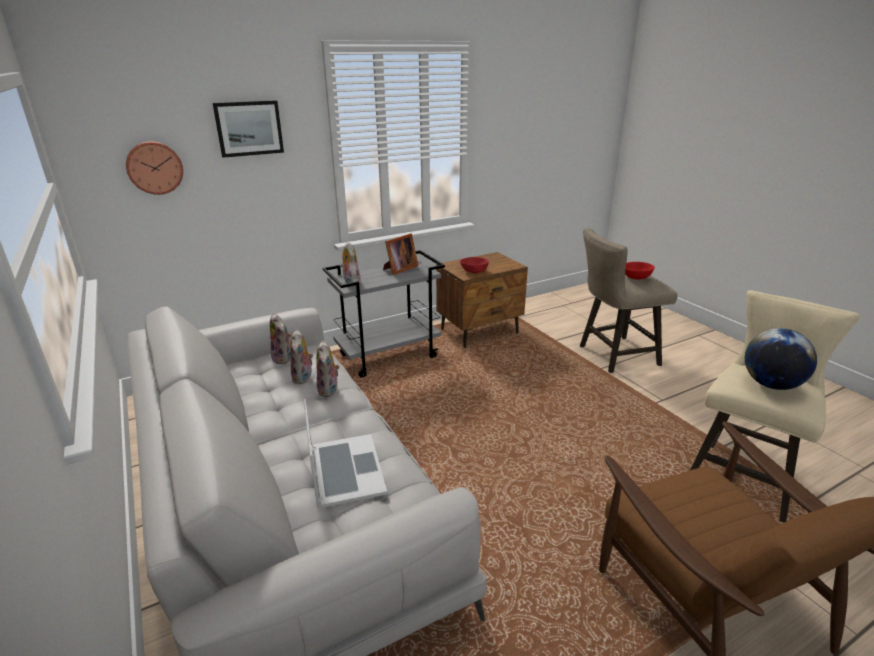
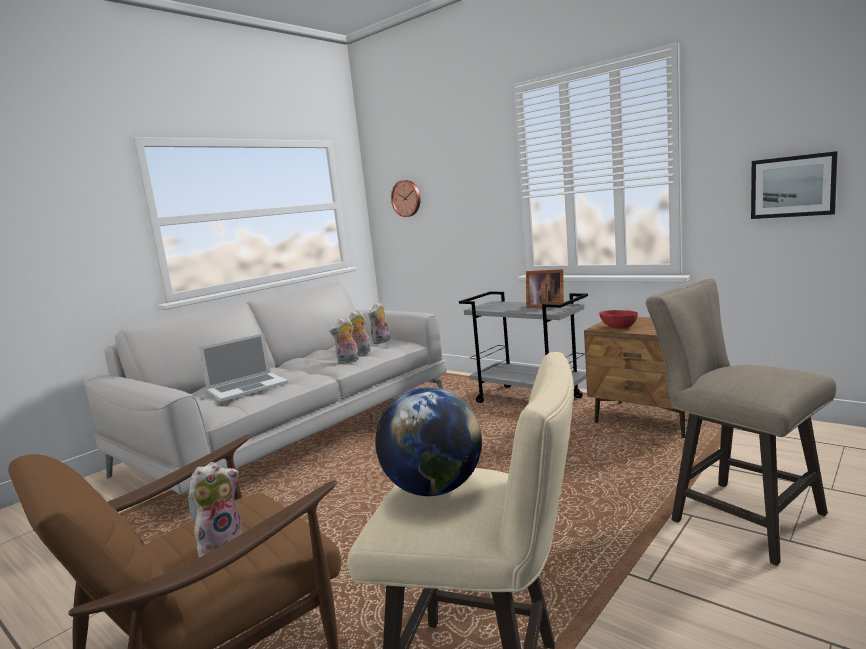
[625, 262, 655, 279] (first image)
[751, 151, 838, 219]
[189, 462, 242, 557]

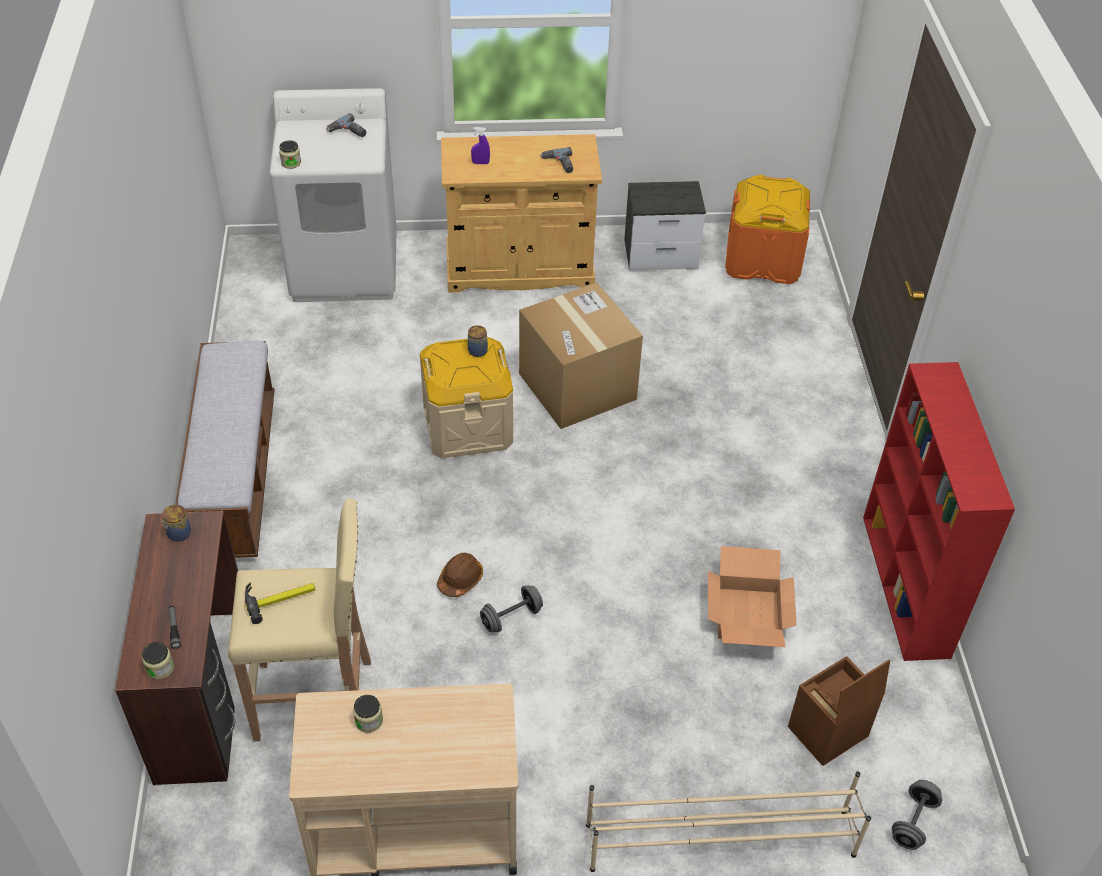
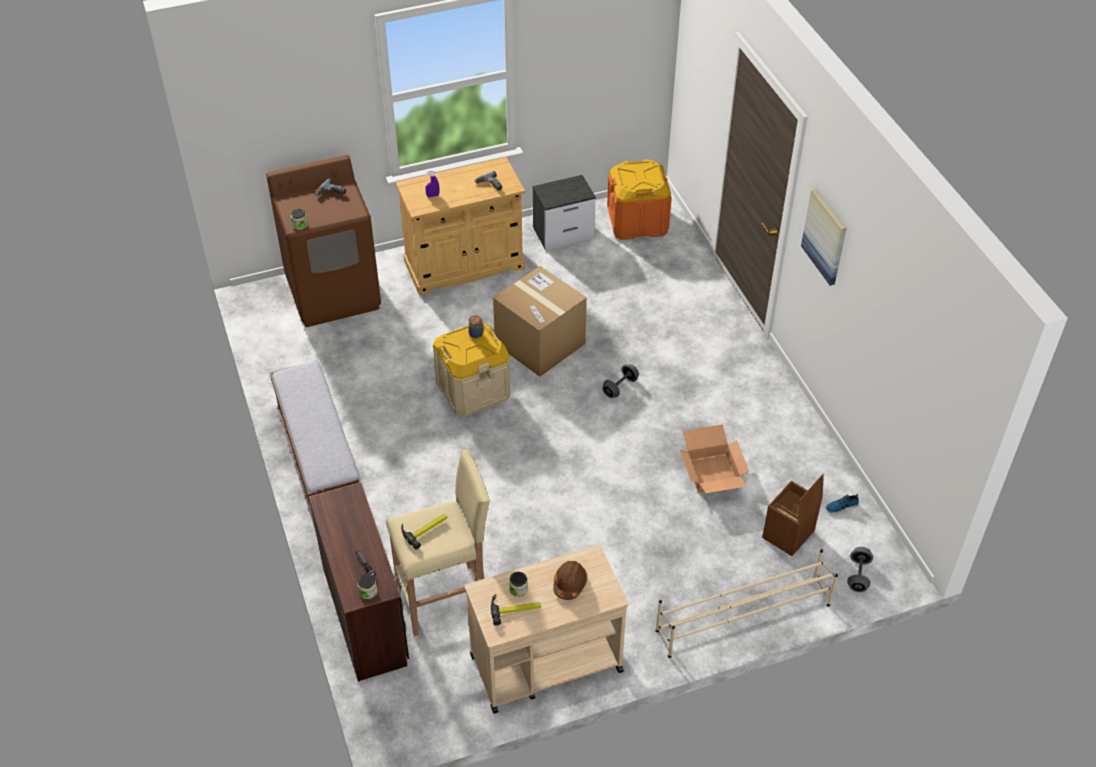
[162, 505, 191, 542] (first image)
[863, 362, 1015, 661] (first image)
[491, 594, 541, 626]
[801, 188, 846, 286]
[826, 494, 859, 513]
[553, 561, 588, 600]
[602, 364, 639, 398]
[266, 155, 381, 327]

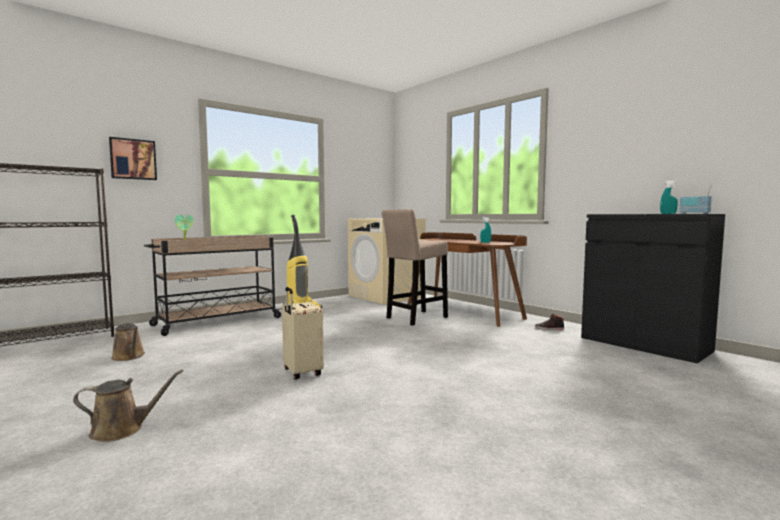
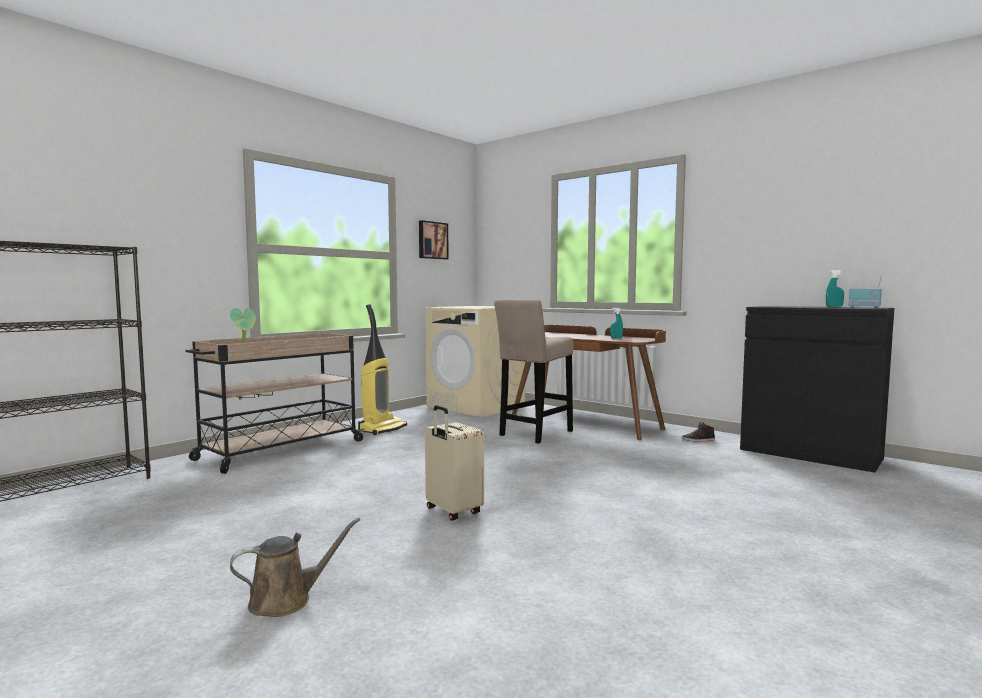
[111, 323, 145, 361] (first image)
[419, 220, 448, 260]

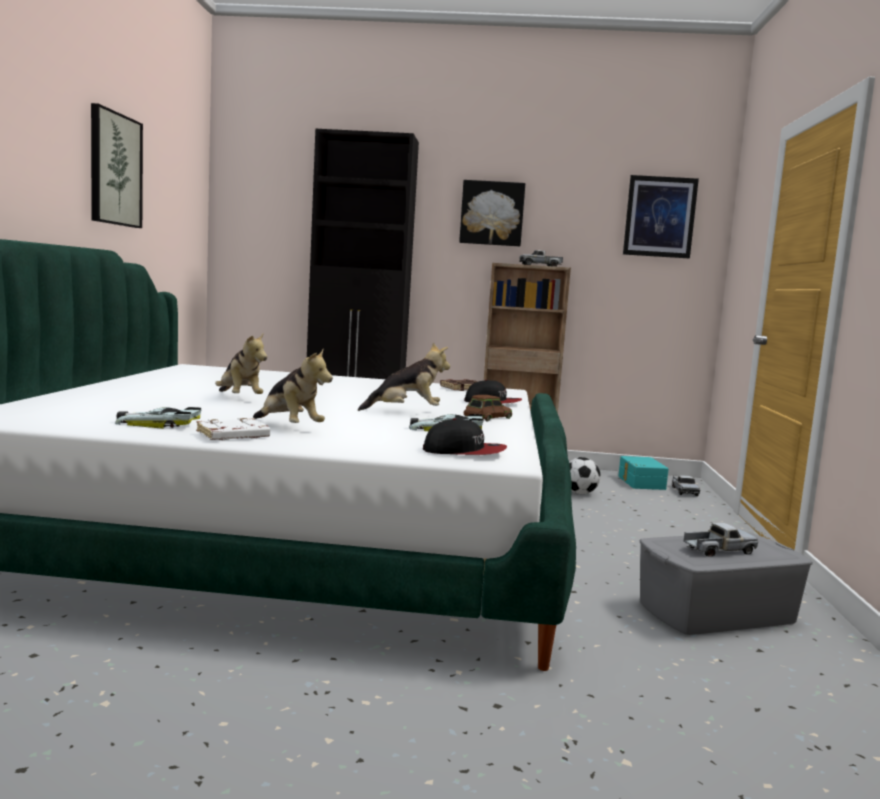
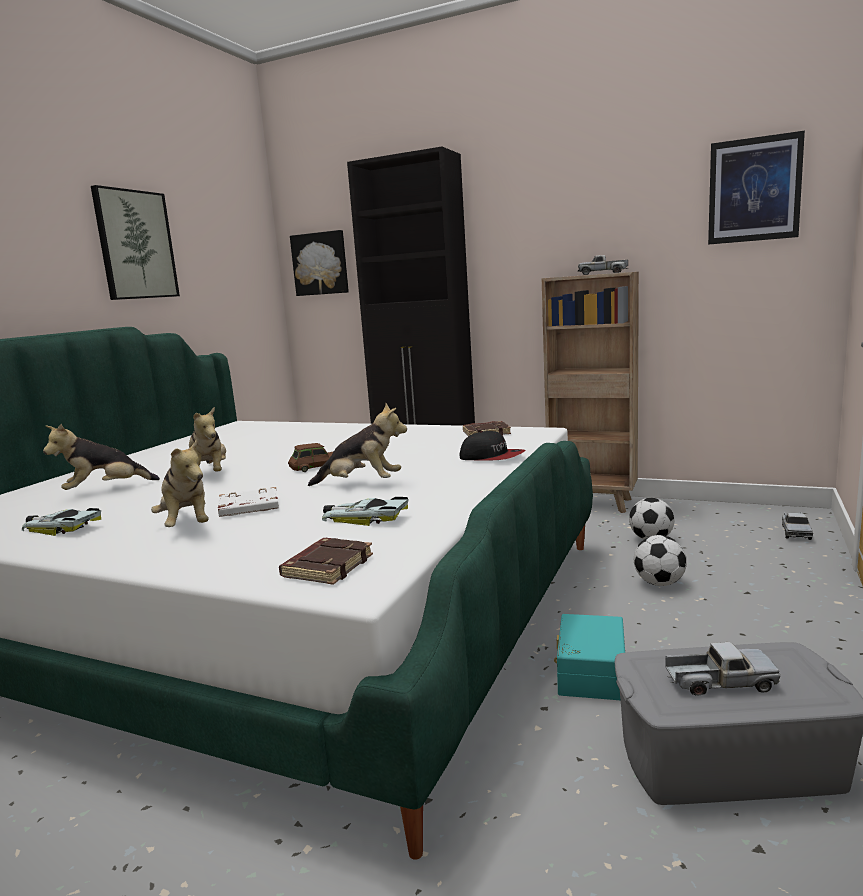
[43, 424, 160, 490]
[634, 535, 687, 586]
[218, 487, 279, 517]
[290, 230, 349, 296]
[288, 443, 333, 472]
[554, 614, 625, 700]
[279, 538, 373, 585]

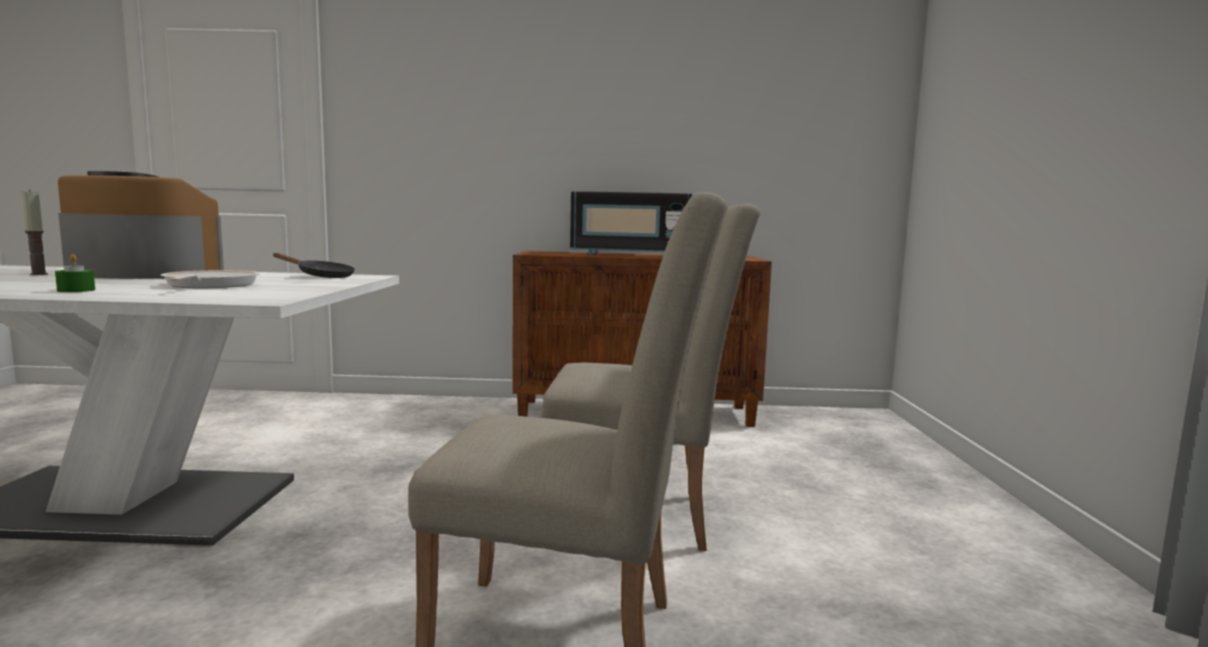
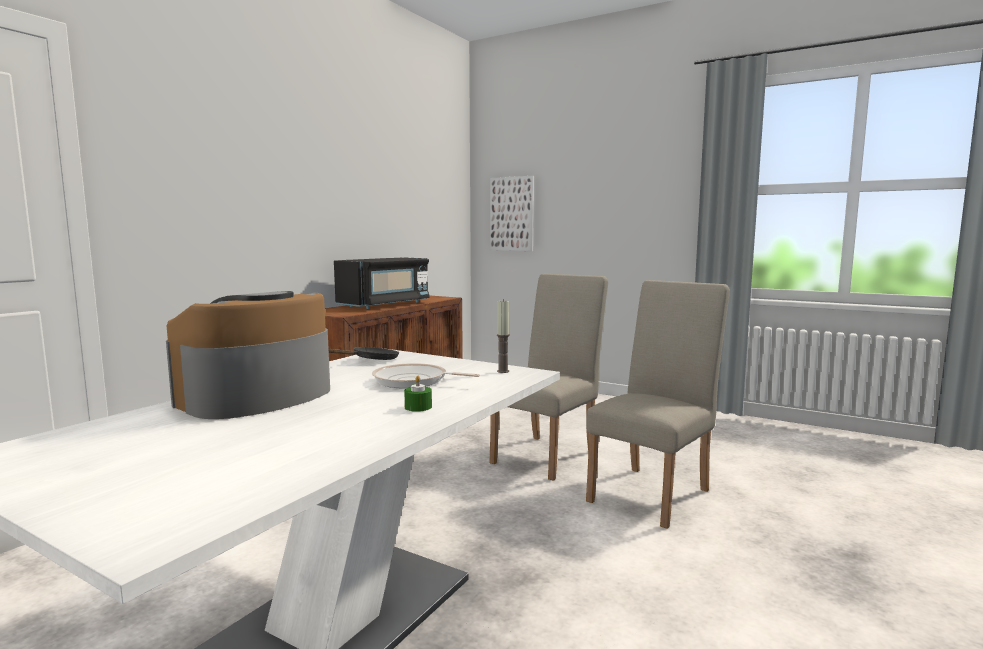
[490, 176, 534, 251]
[497, 299, 510, 373]

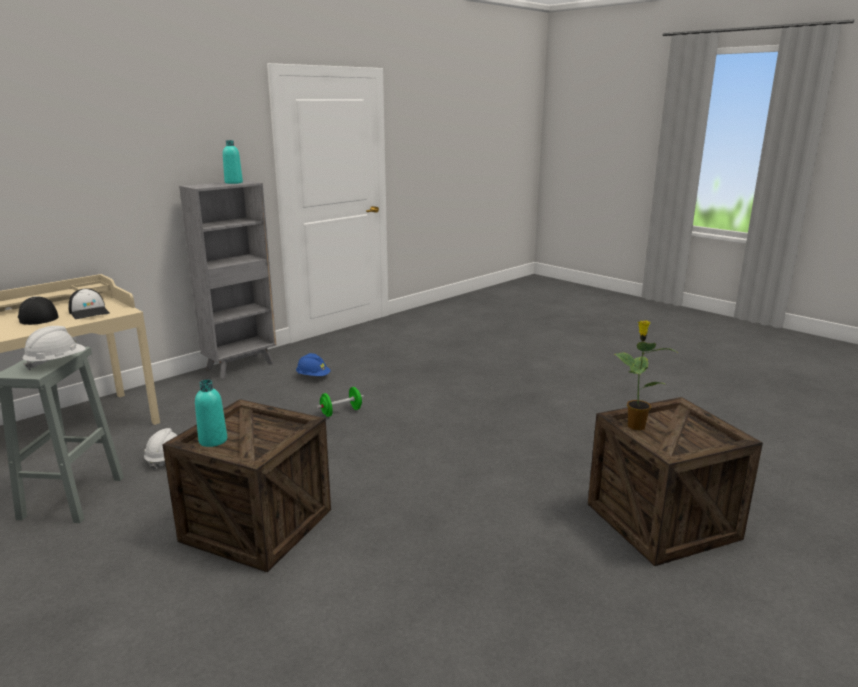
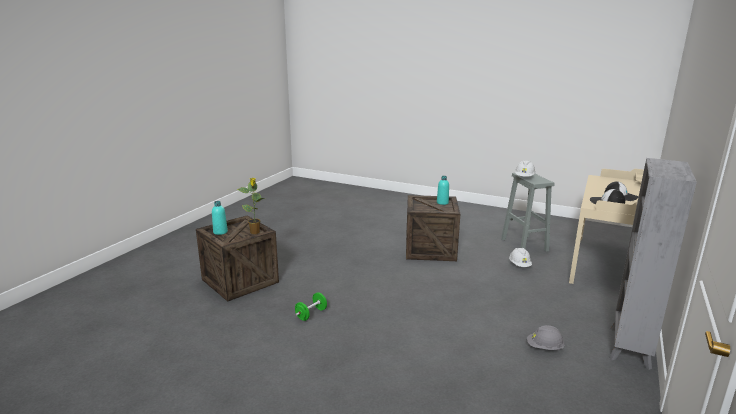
[212, 201, 228, 235]
[295, 292, 327, 321]
[527, 325, 565, 350]

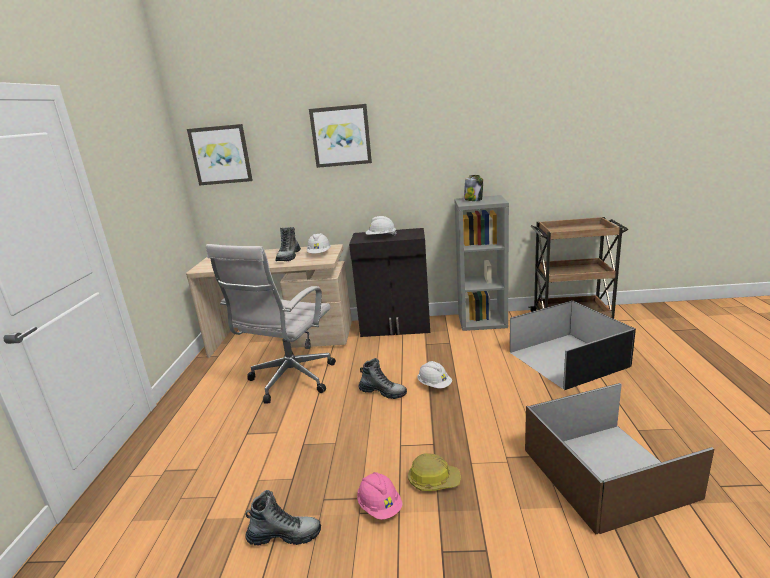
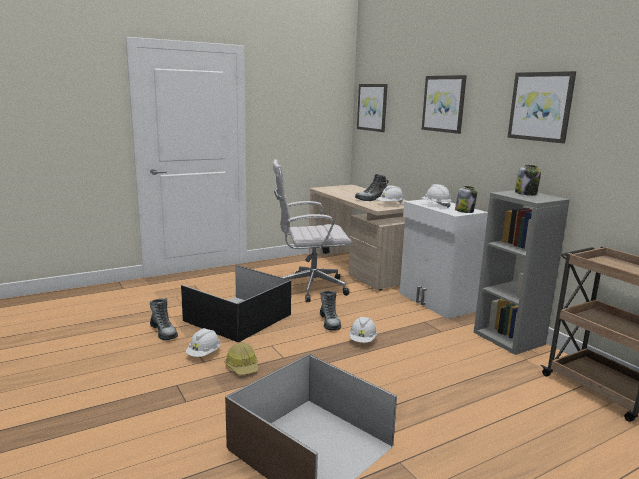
[455, 186, 477, 213]
[508, 71, 576, 144]
[181, 265, 291, 342]
[400, 199, 488, 319]
[186, 328, 220, 357]

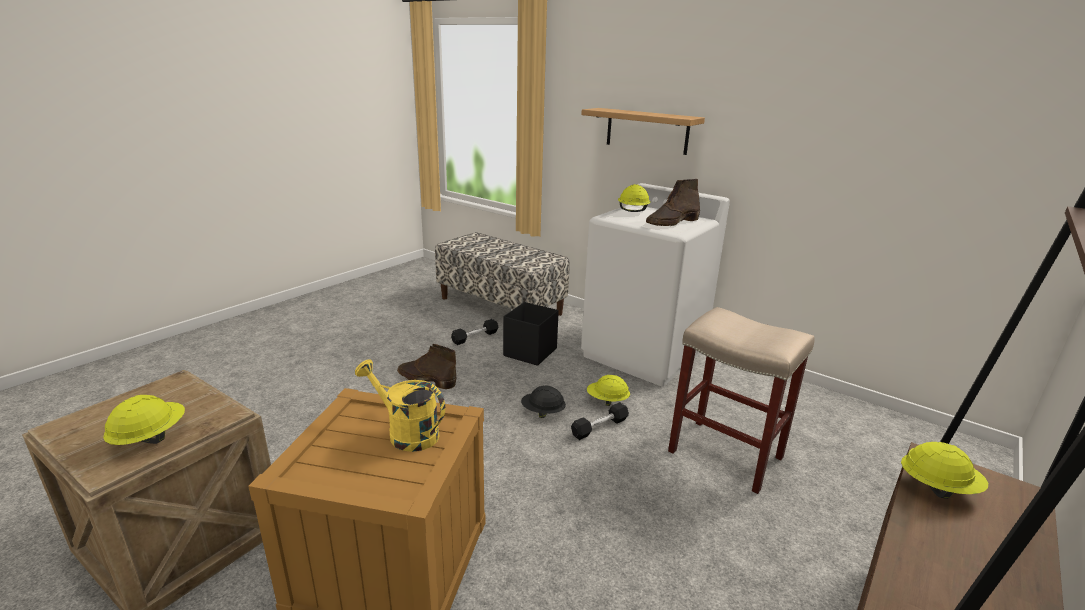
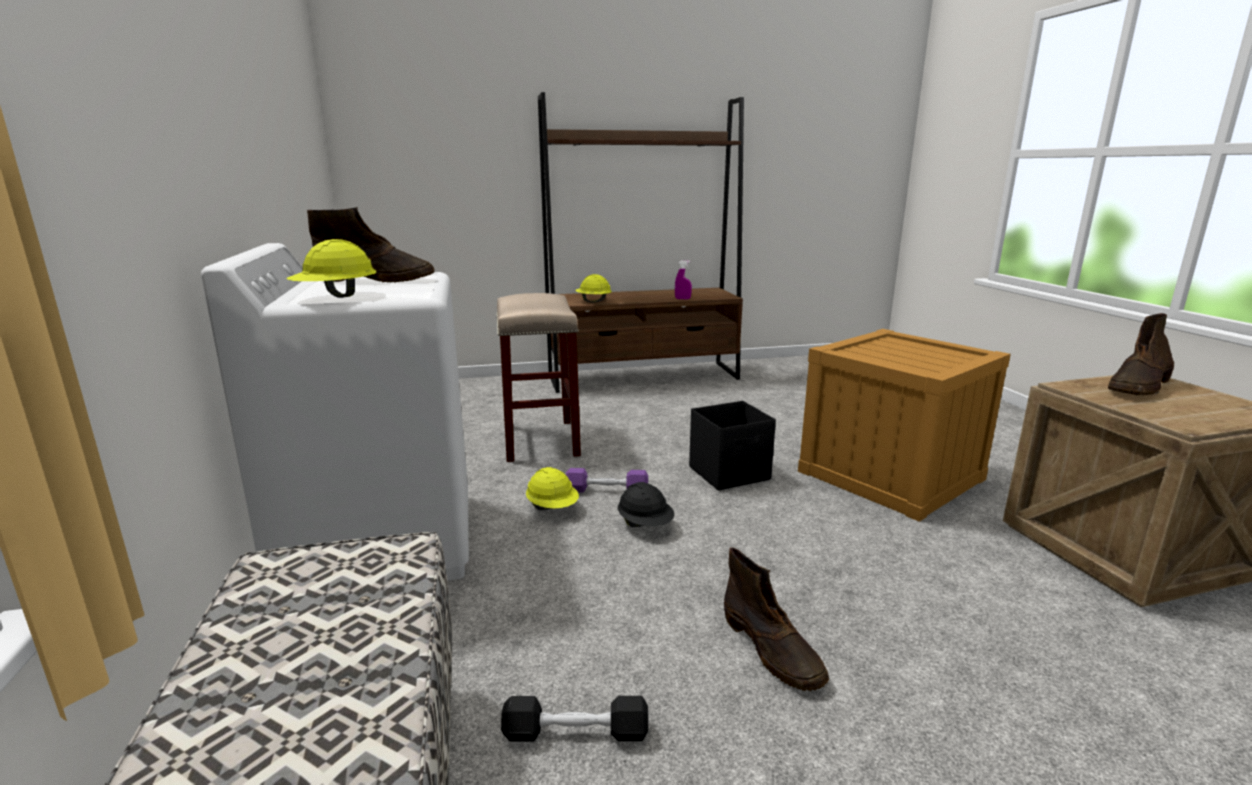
[355, 359, 445, 452] (first image)
[581, 108, 705, 155] (first image)
[675, 261, 692, 299]
[689, 401, 776, 491]
[1108, 313, 1174, 395]
[565, 468, 648, 493]

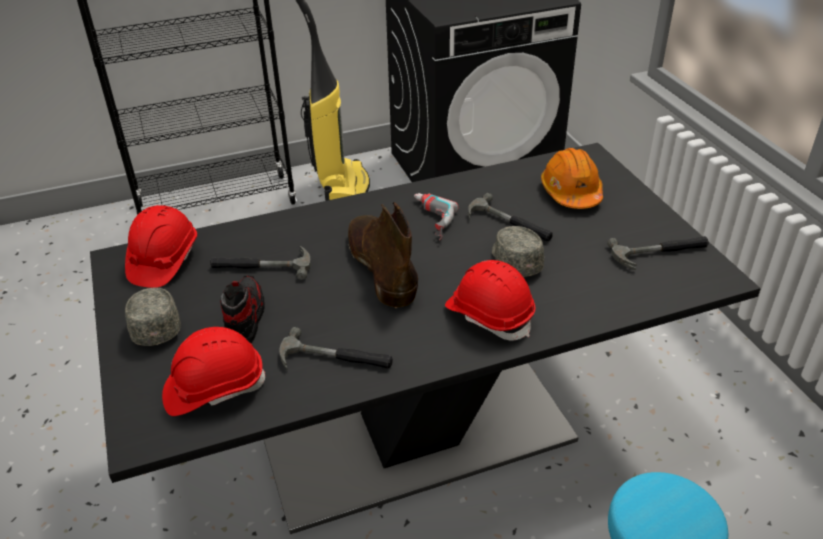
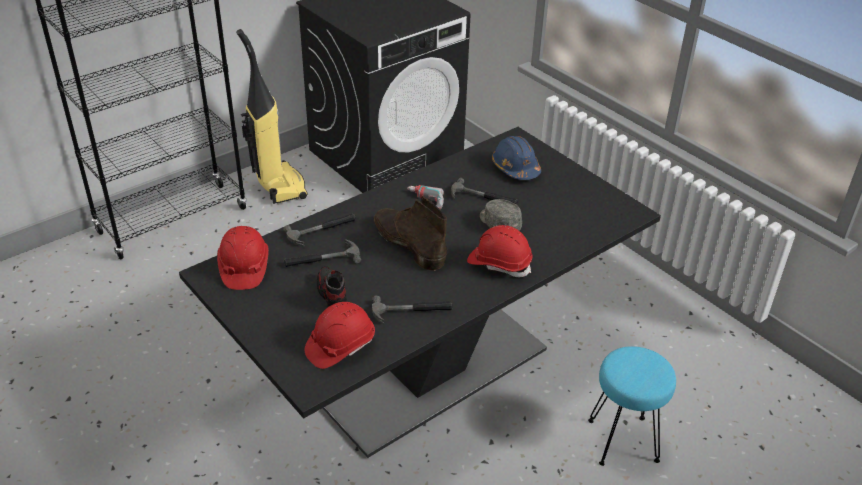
[125, 288, 181, 346] (first image)
[283, 213, 356, 246]
[492, 136, 541, 180]

